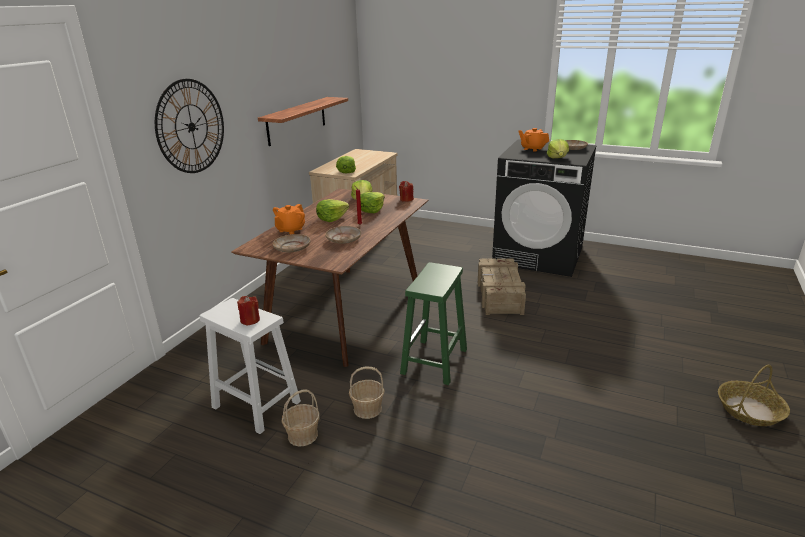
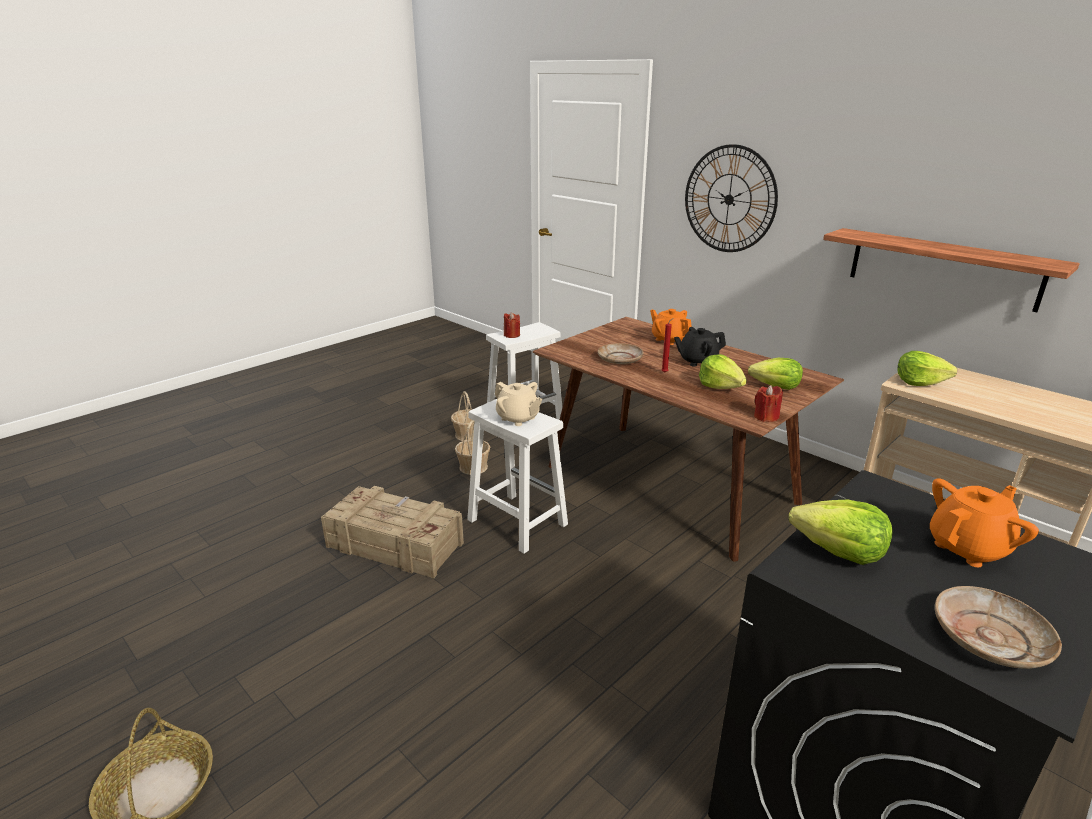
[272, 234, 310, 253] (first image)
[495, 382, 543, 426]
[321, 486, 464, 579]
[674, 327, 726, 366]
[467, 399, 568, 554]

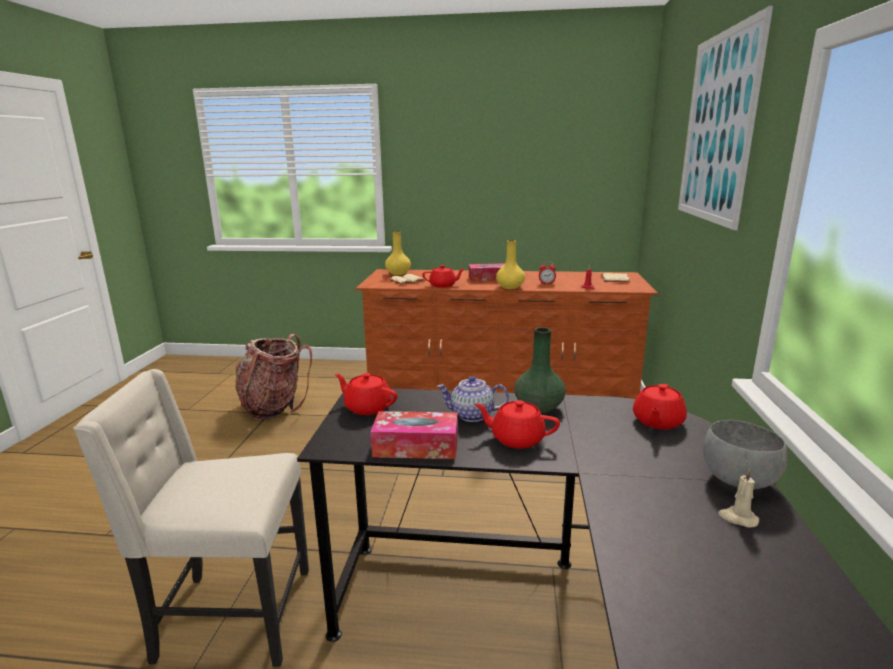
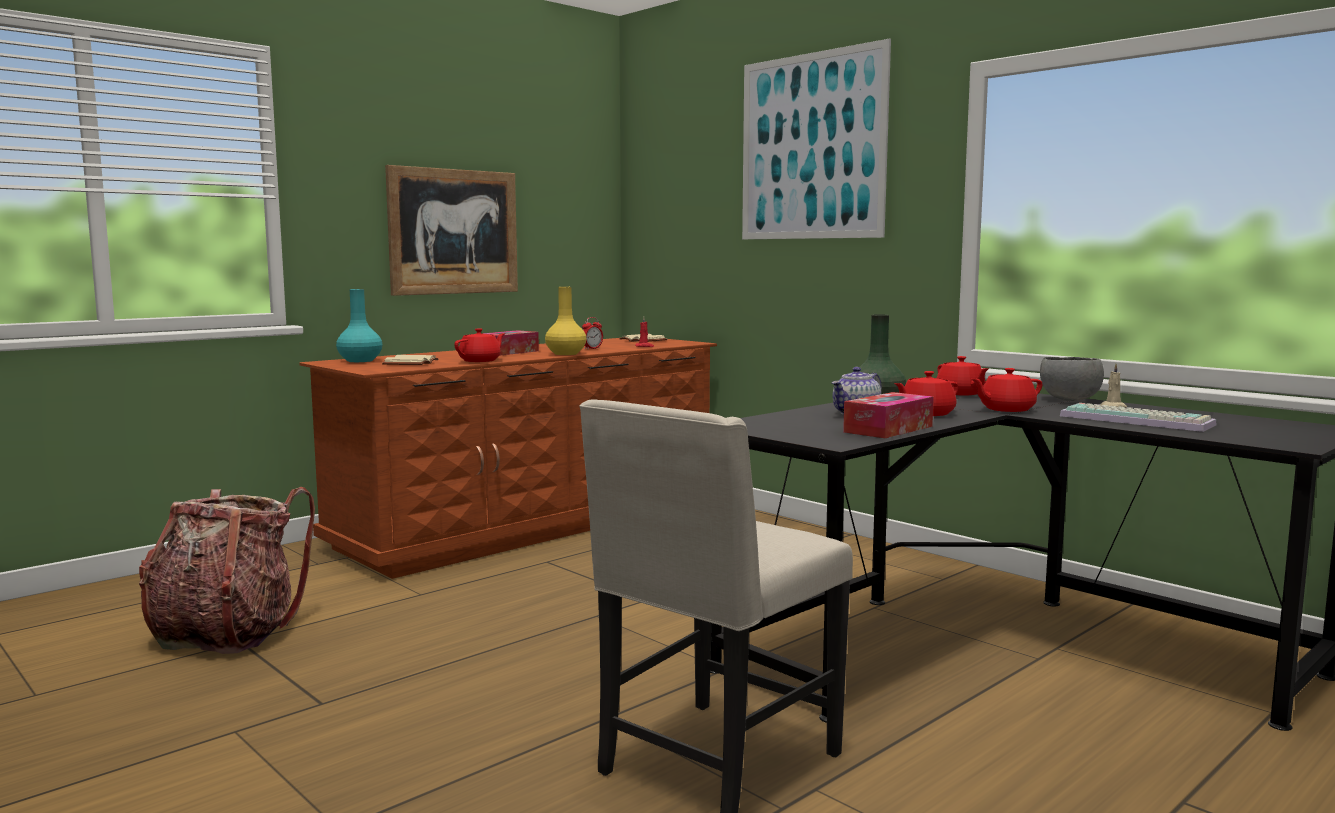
[385, 165, 518, 296]
[1060, 403, 1217, 432]
[972, 368, 1043, 412]
[336, 289, 382, 362]

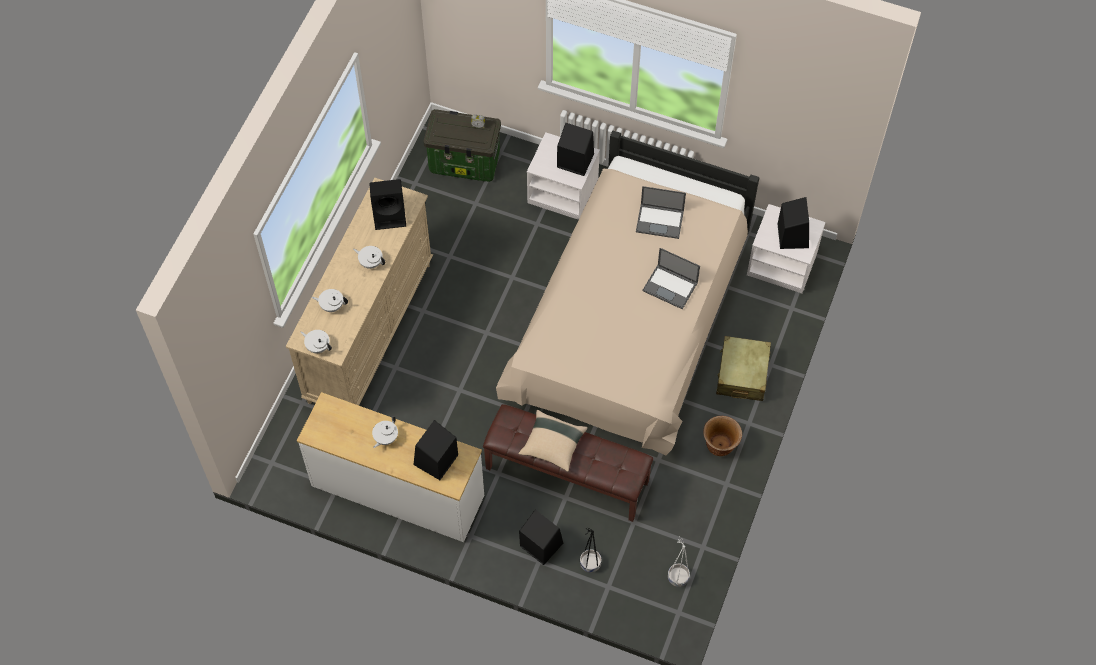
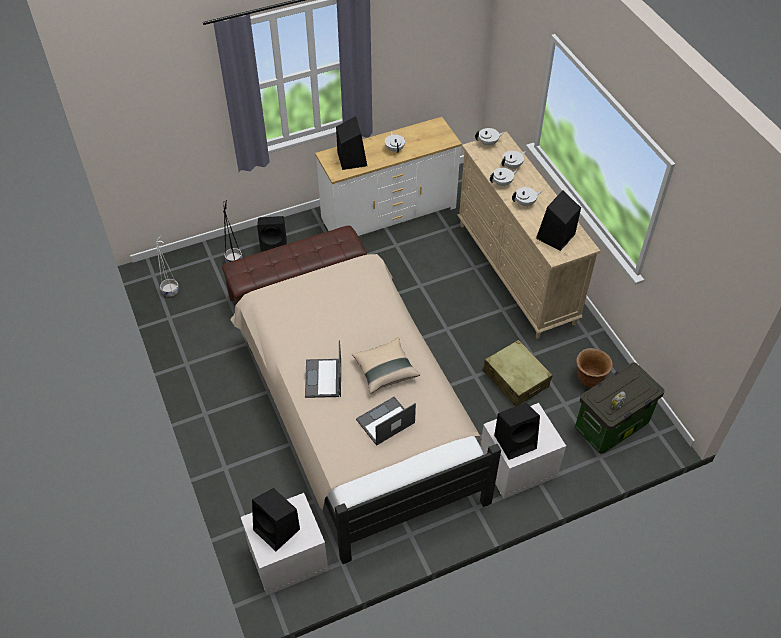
[490, 168, 518, 187]
[352, 338, 420, 394]
[576, 348, 613, 388]
[483, 340, 553, 406]
[305, 340, 341, 398]

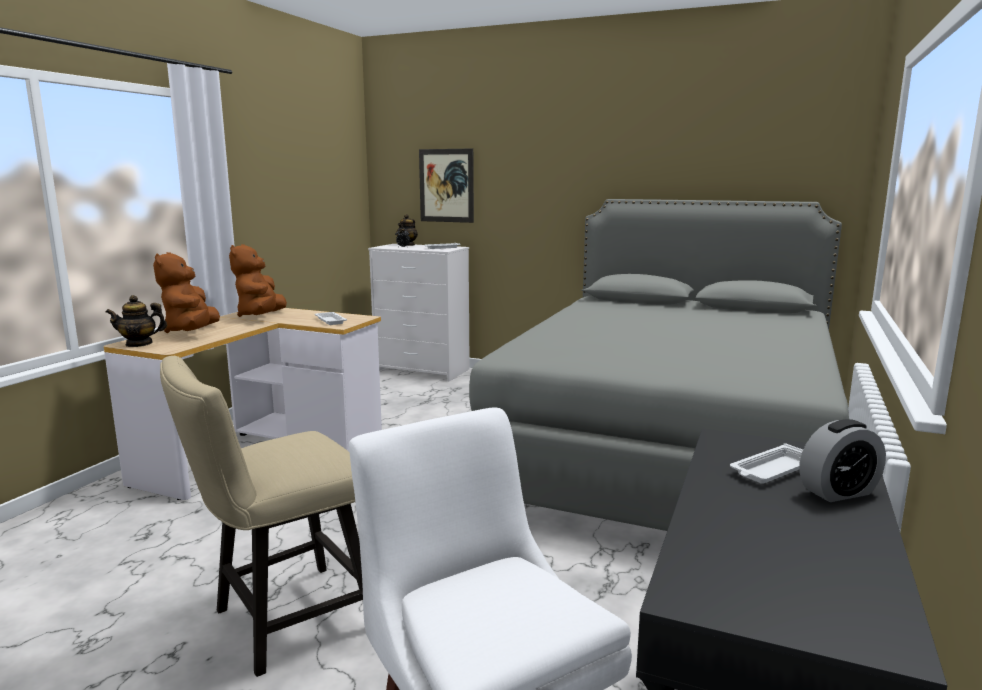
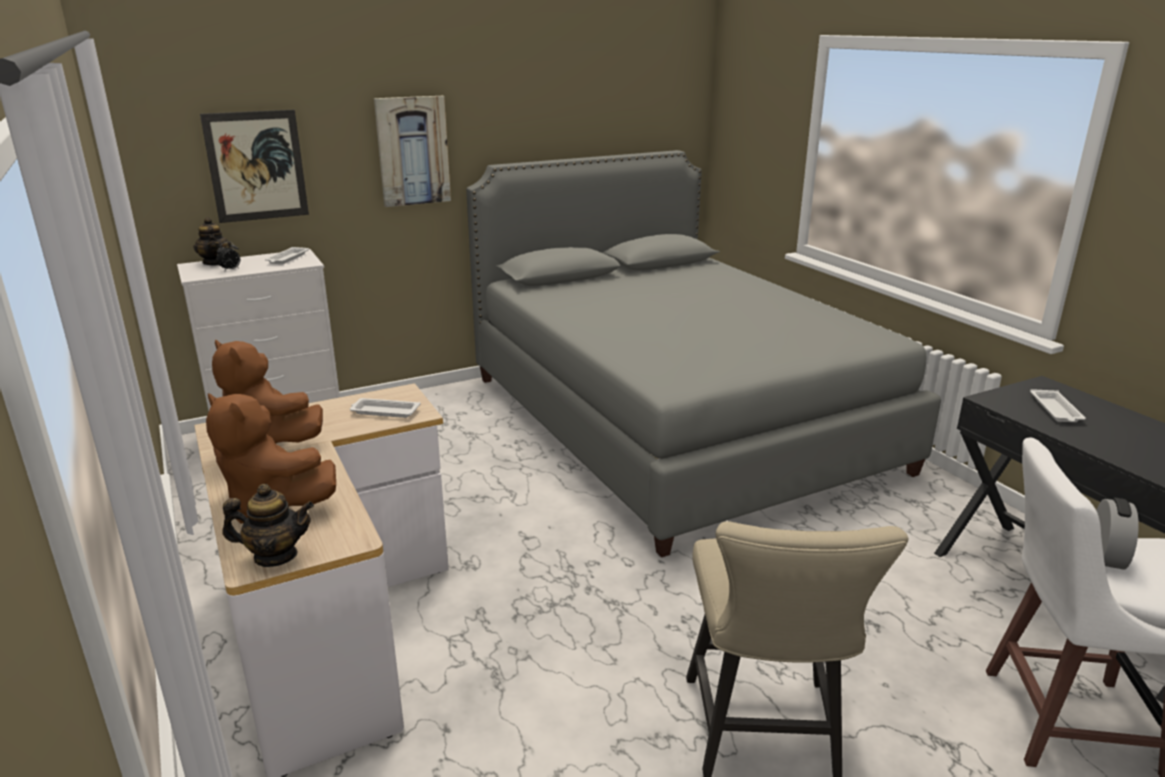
[374, 96, 451, 207]
[1096, 498, 1139, 570]
[223, 484, 314, 567]

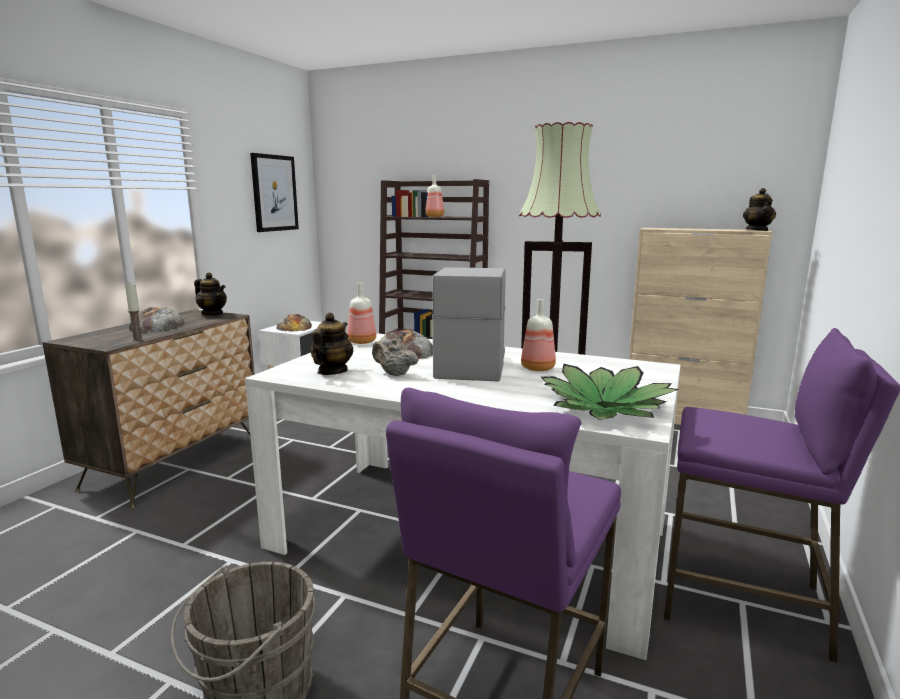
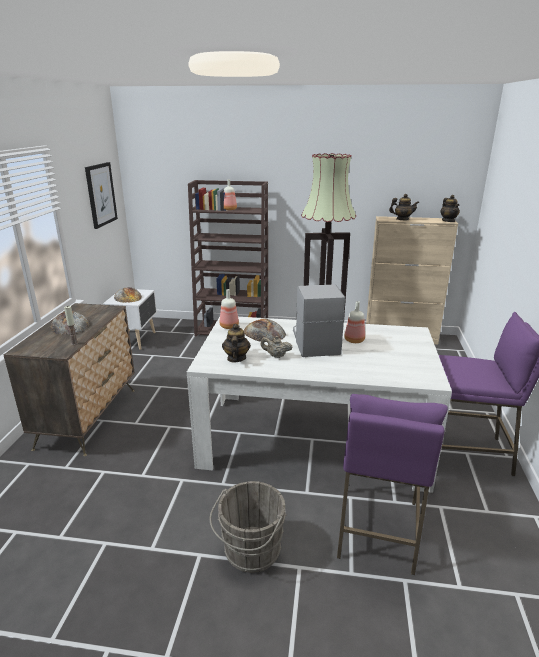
[541, 364, 679, 420] (first image)
[389, 194, 419, 220]

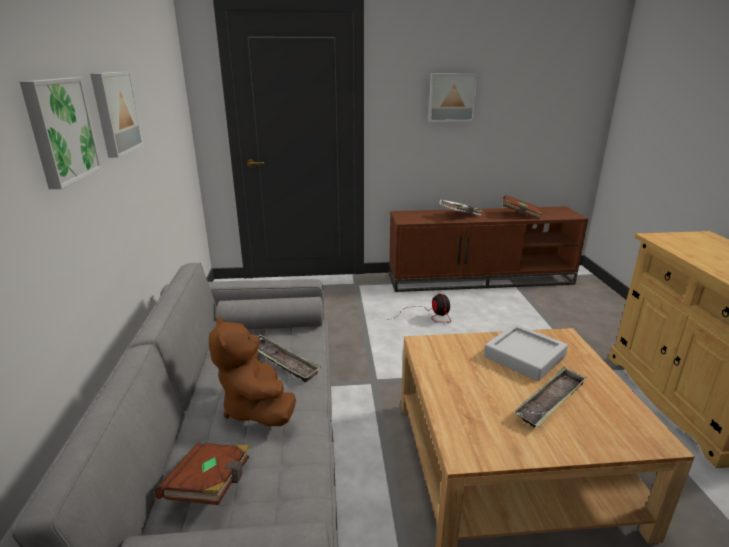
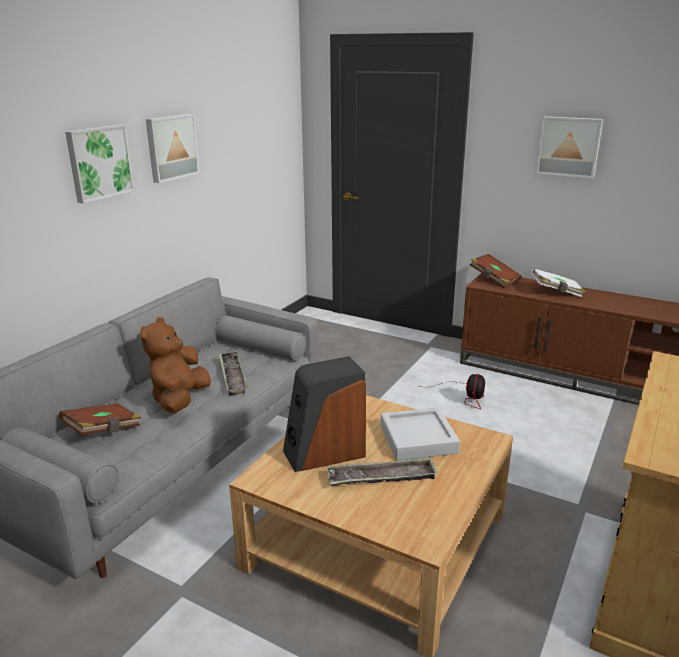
[283, 356, 366, 472]
[470, 254, 522, 288]

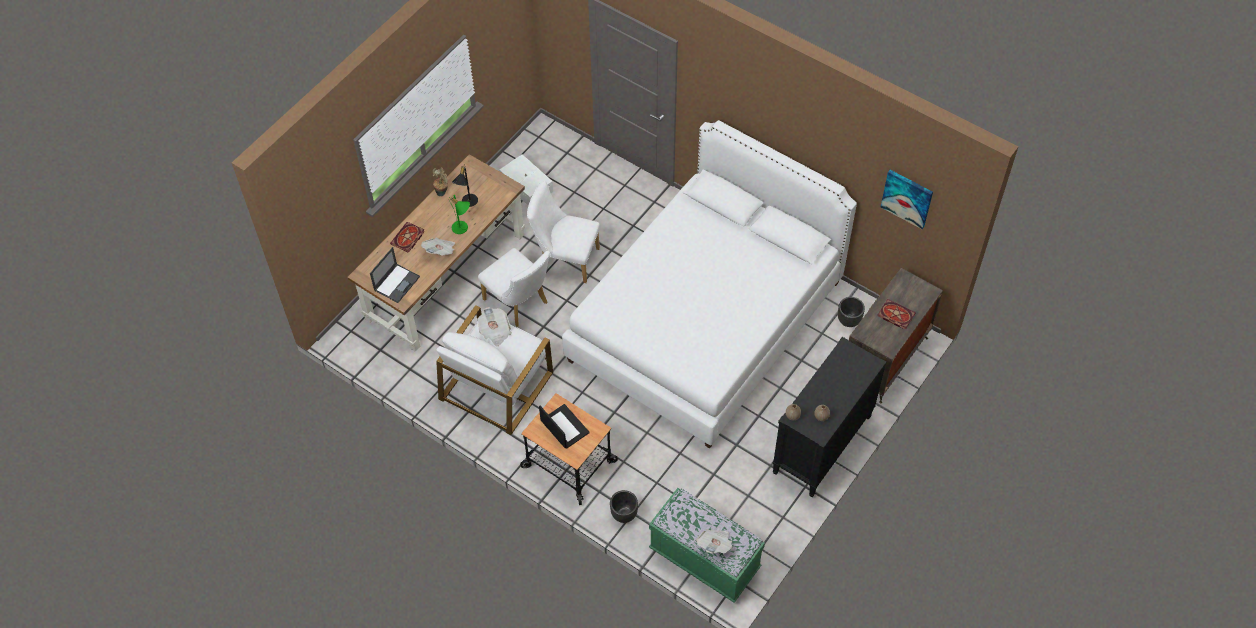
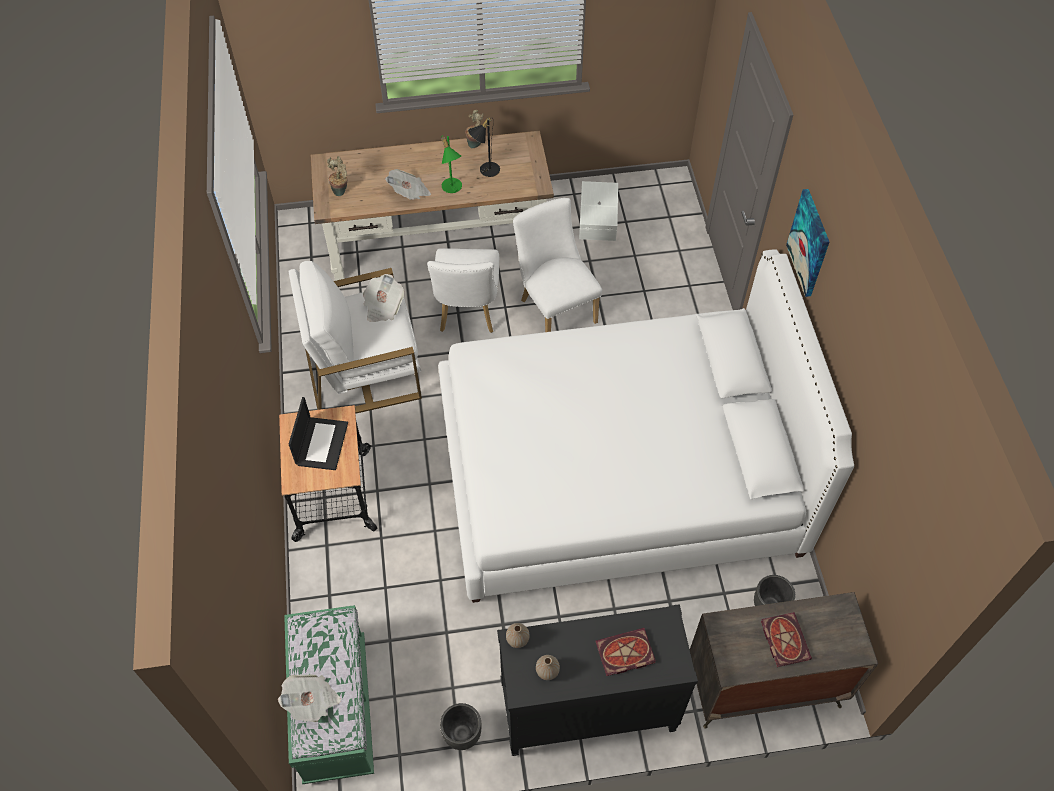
[595, 628, 656, 676]
[440, 703, 482, 750]
[786, 189, 829, 297]
[327, 156, 348, 196]

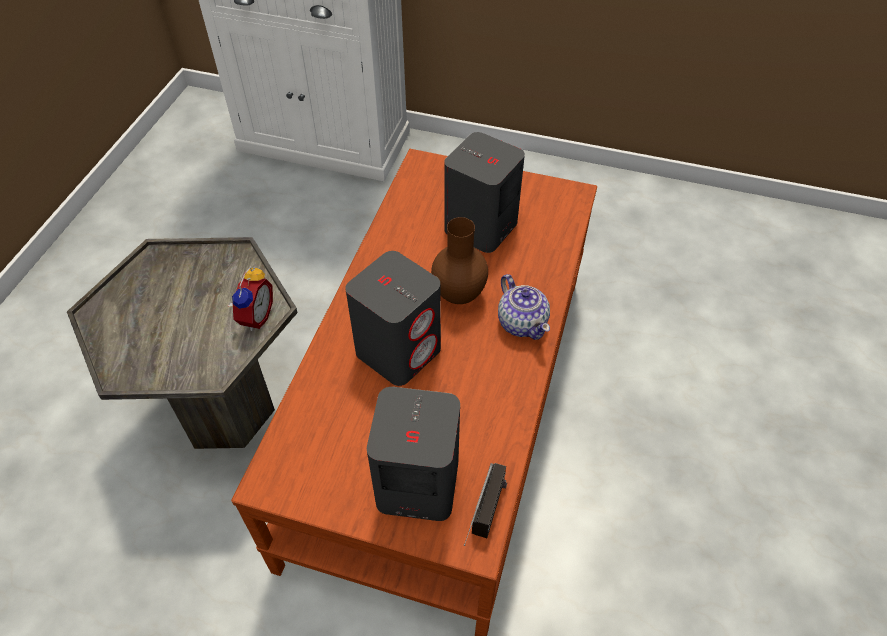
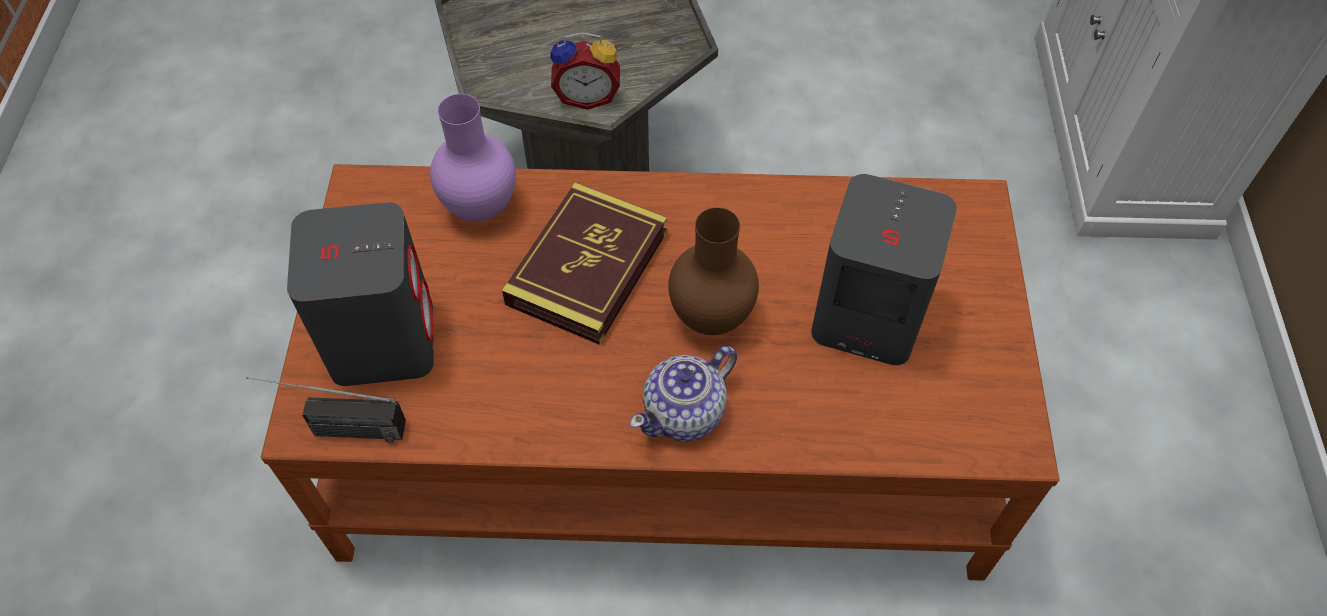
[430, 94, 516, 222]
[502, 183, 667, 345]

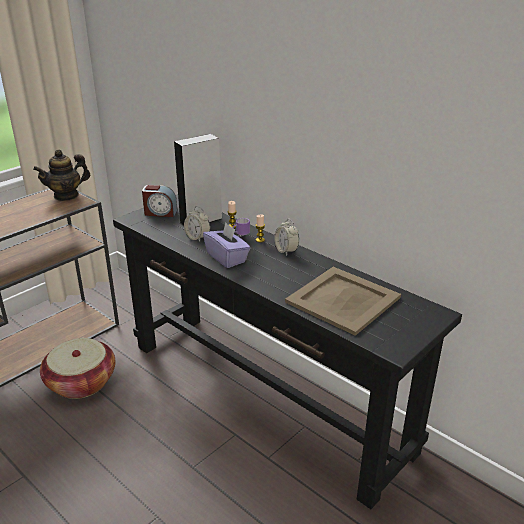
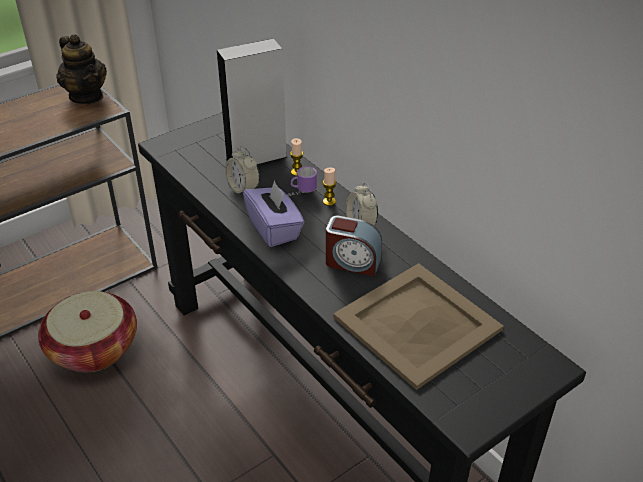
[326, 216, 382, 276]
[56, 35, 107, 104]

